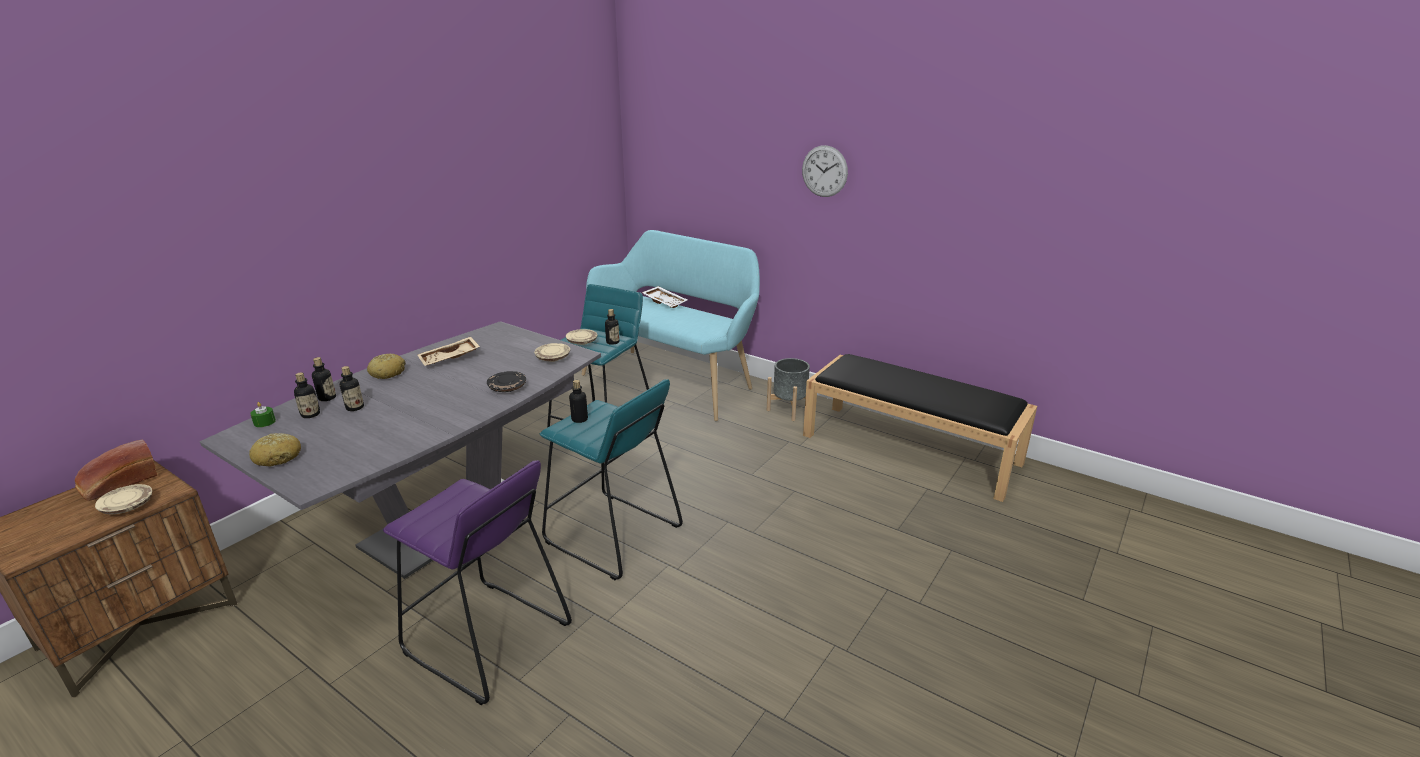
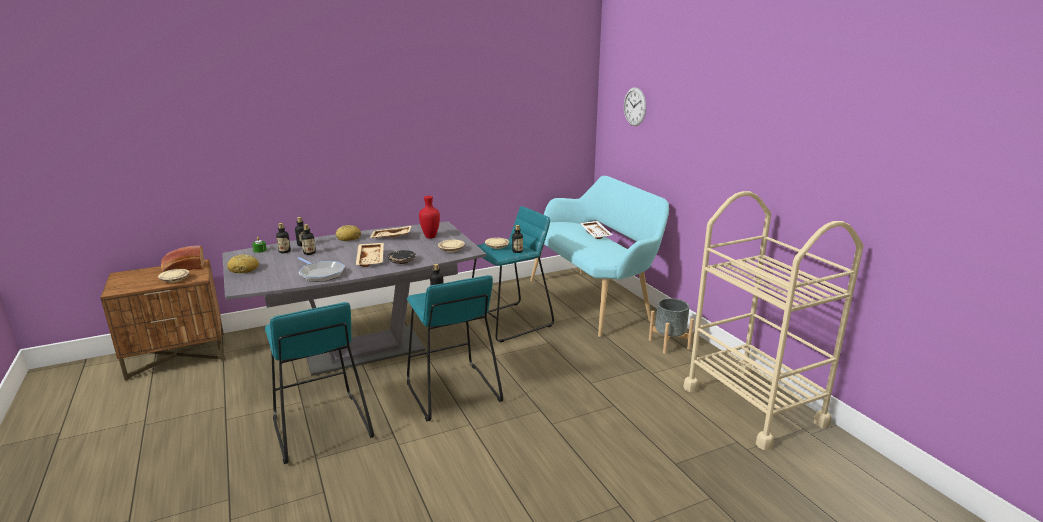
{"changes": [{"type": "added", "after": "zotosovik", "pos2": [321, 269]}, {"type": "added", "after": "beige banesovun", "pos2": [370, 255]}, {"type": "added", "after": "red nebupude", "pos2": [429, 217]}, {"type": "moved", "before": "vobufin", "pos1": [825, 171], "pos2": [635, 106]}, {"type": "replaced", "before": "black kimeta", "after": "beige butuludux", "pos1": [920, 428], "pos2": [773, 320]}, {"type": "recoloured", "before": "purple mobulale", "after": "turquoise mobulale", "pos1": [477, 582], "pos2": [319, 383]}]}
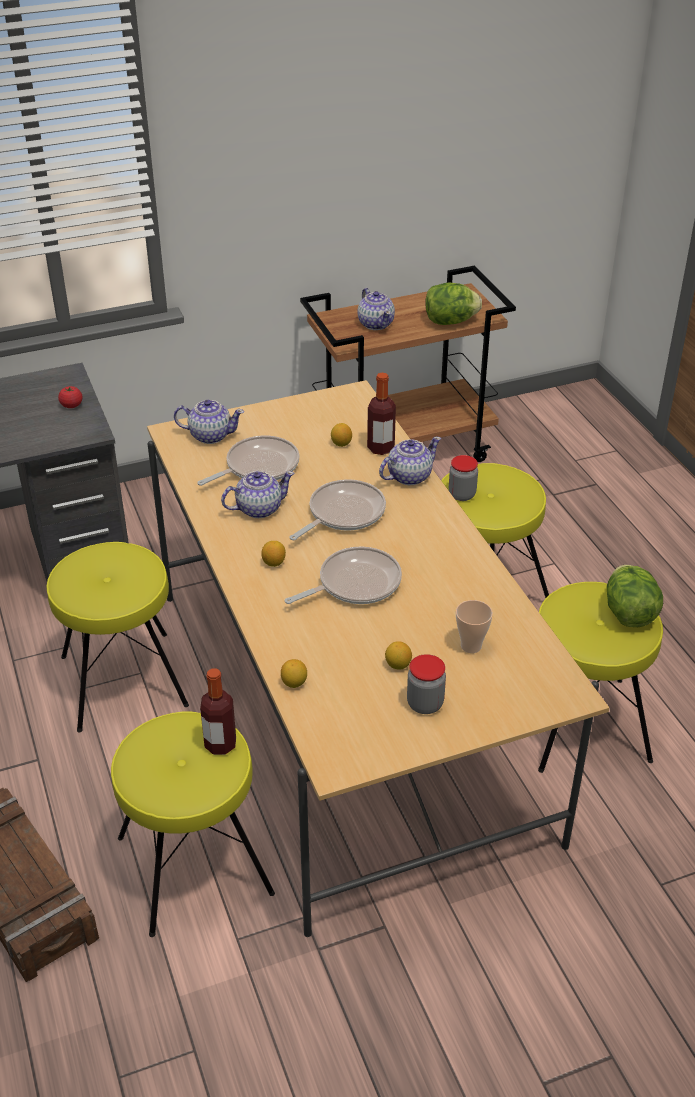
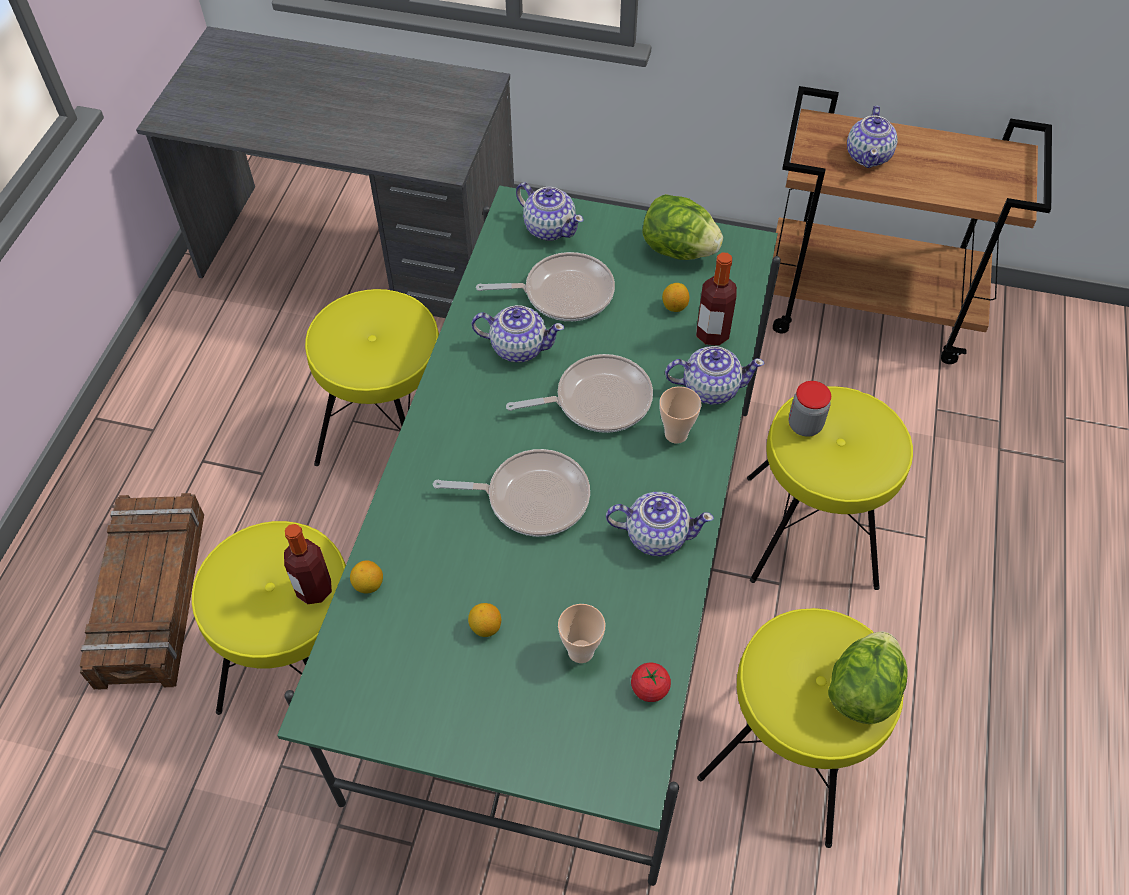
{"changes": [{"type": "removed", "before": "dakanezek", "pos1": [273, 554]}, {"type": "removed", "before": "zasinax", "pos1": [426, 684]}, {"type": "added", "after": "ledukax", "pos2": [660, 524]}, {"type": "added", "after": "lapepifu", "pos2": [680, 415]}, {"type": "moved", "before": "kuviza", "pos1": [70, 397], "pos2": [651, 682]}, {"type": "moved", "before": "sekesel", "pos1": [453, 303], "pos2": [682, 227]}, {"type": "recoloured", "before": "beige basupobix", "after": "green basupobix", "pos1": [378, 658], "pos2": [529, 536]}]}
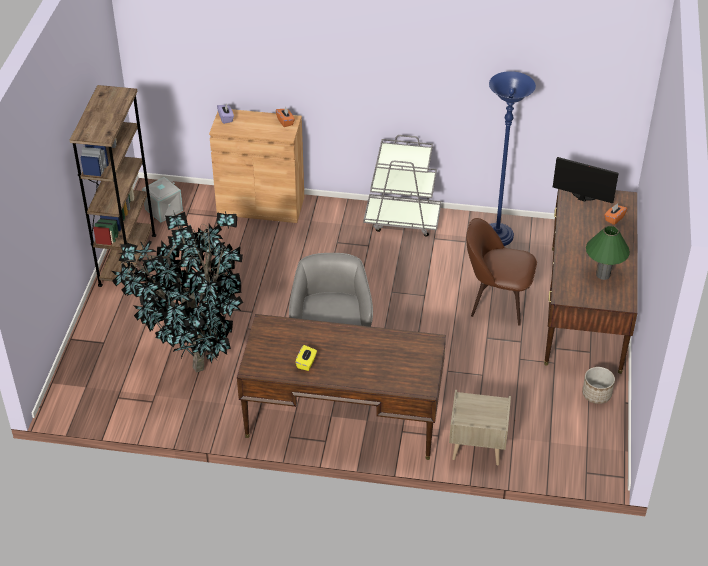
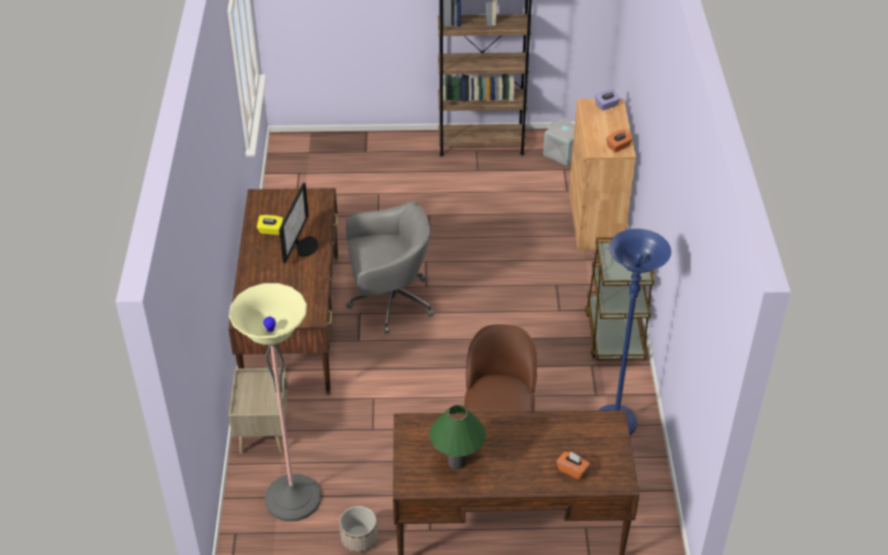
{"changes": [{"type": "removed", "before": "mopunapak", "pos1": [178, 291]}, {"type": "added", "after": "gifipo", "pos2": [275, 402]}, {"type": "moved", "before": "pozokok", "pos1": [586, 180], "pos2": [298, 223]}, {"type": "recoloured", "before": "grey butuludux", "after": "brown butuludux", "pos1": [402, 186], "pos2": [620, 298]}]}
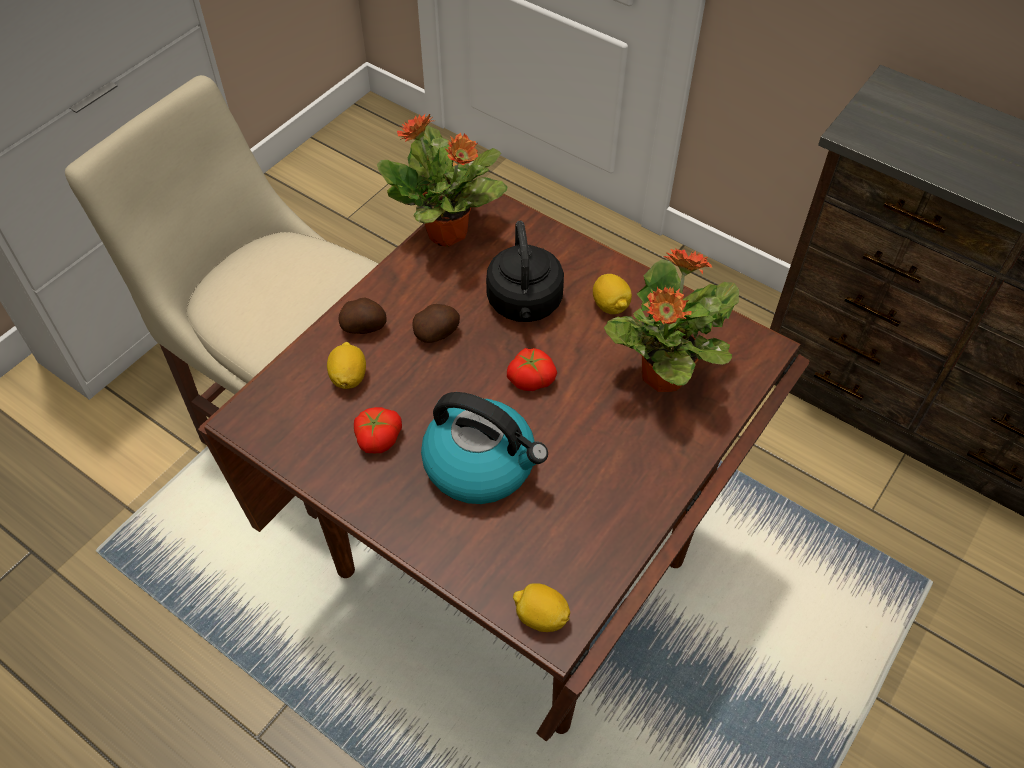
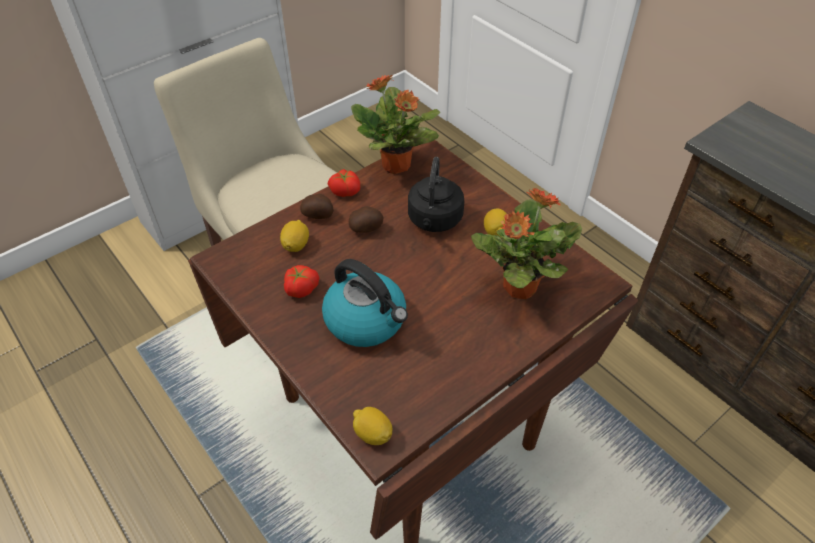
{"changes": [{"type": "moved", "before": "kuviza", "pos1": [532, 369], "pos2": [344, 183]}]}
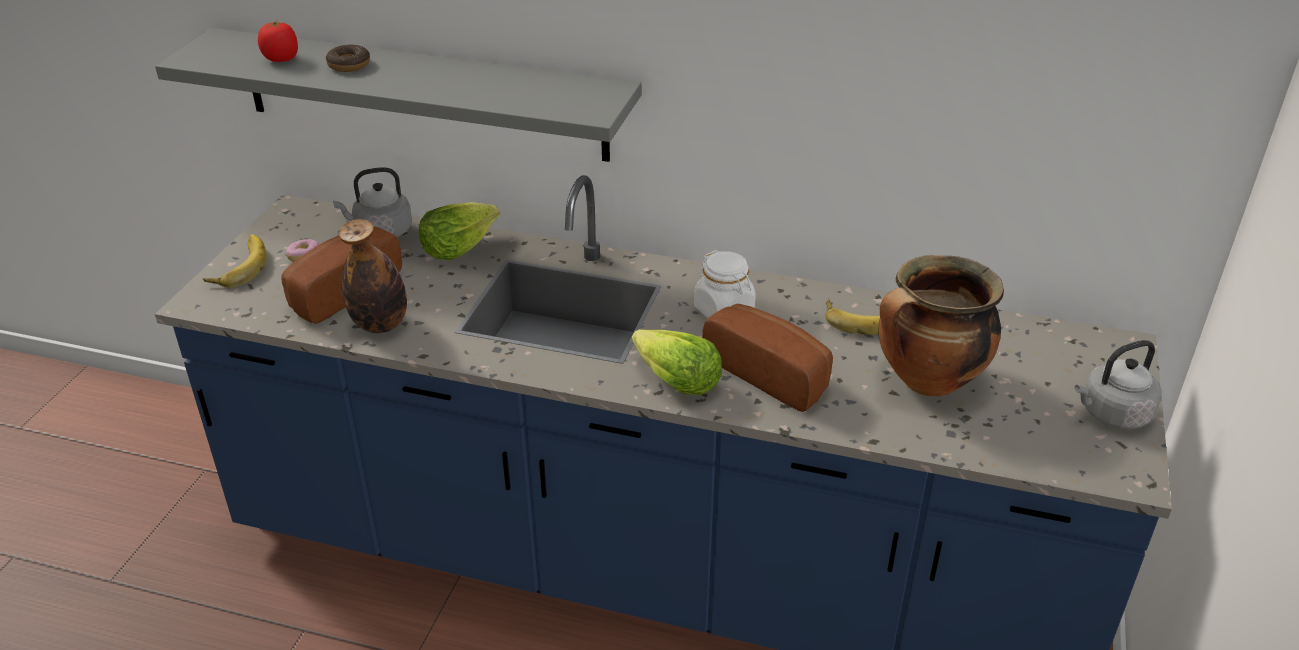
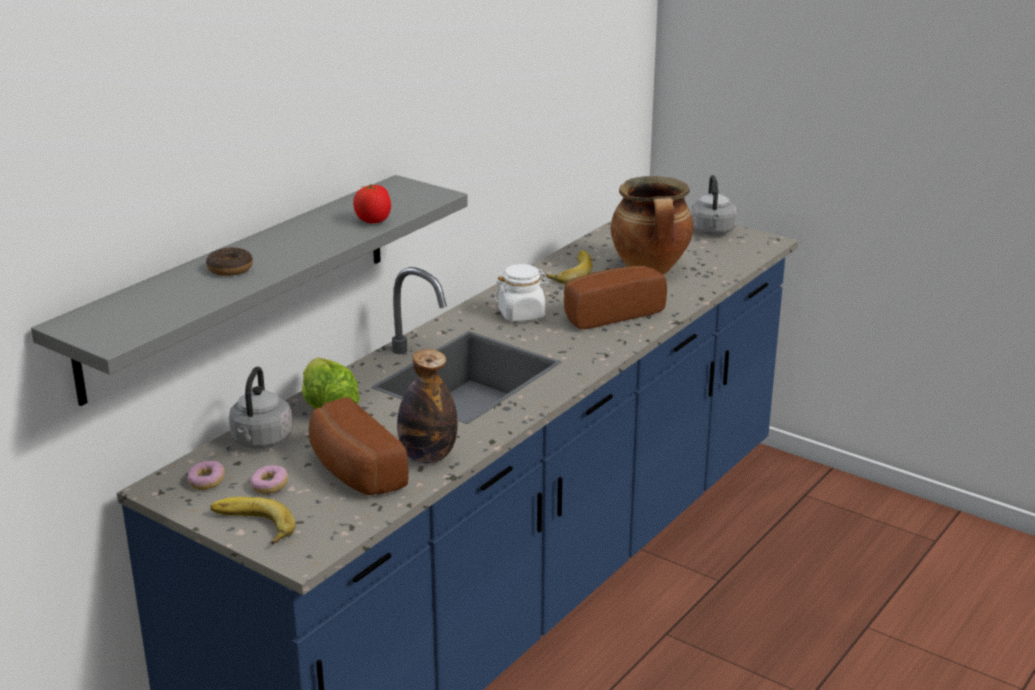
{"changes": [{"type": "removed", "before": "sekesel", "pos1": [677, 362]}, {"type": "added", "after": "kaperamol", "pos2": [206, 475]}, {"type": "moved", "before": "kuviza", "pos1": [278, 41], "pos2": [372, 203]}]}
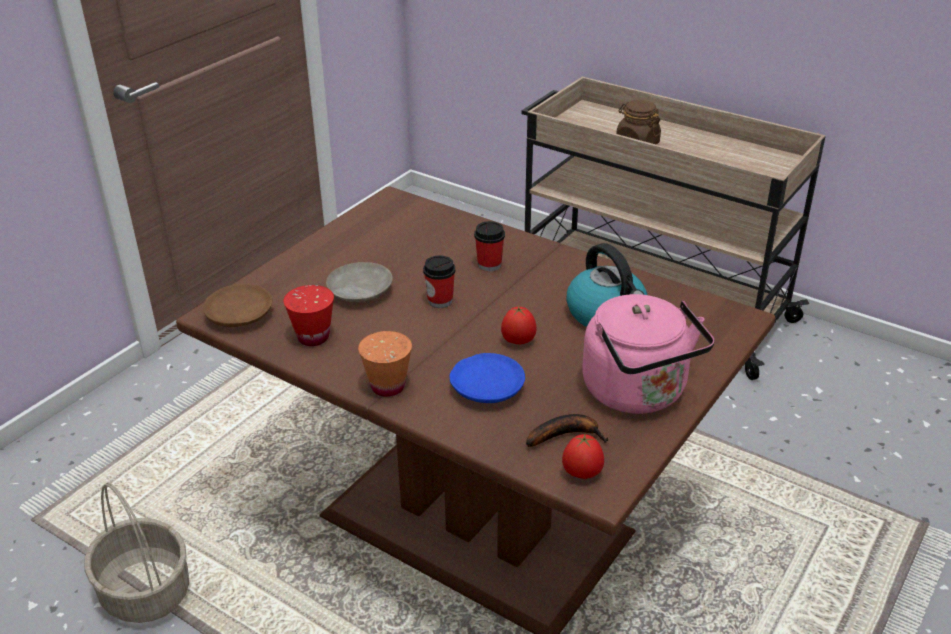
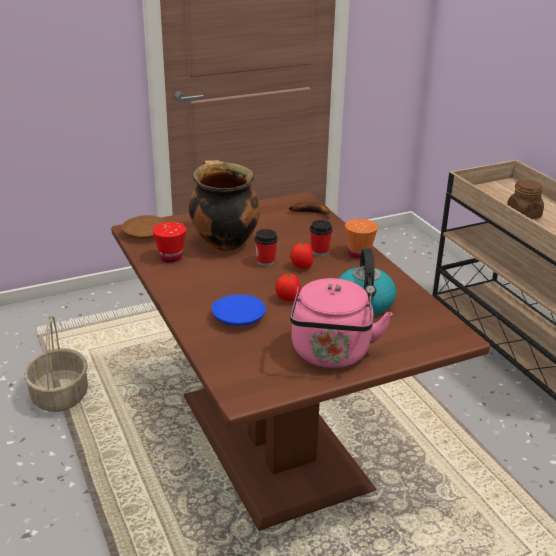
{"changes": [{"type": "moved", "before": "orange lapepifu", "pos1": [385, 364], "pos2": [361, 239]}, {"type": "moved", "before": "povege", "pos1": [567, 430], "pos2": [309, 210]}, {"type": "moved", "before": "kuviza", "pos1": [583, 456], "pos2": [301, 256]}, {"type": "replaced", "before": "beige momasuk", "after": "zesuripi", "pos1": [359, 282], "pos2": [224, 206]}]}
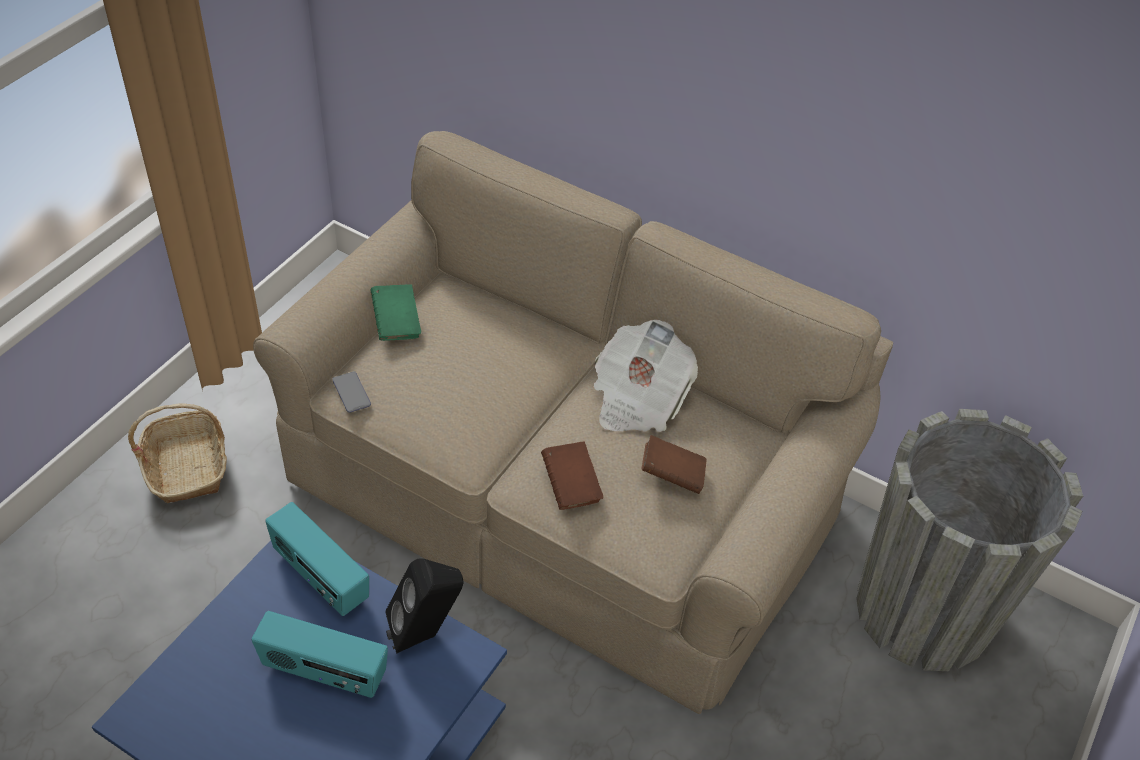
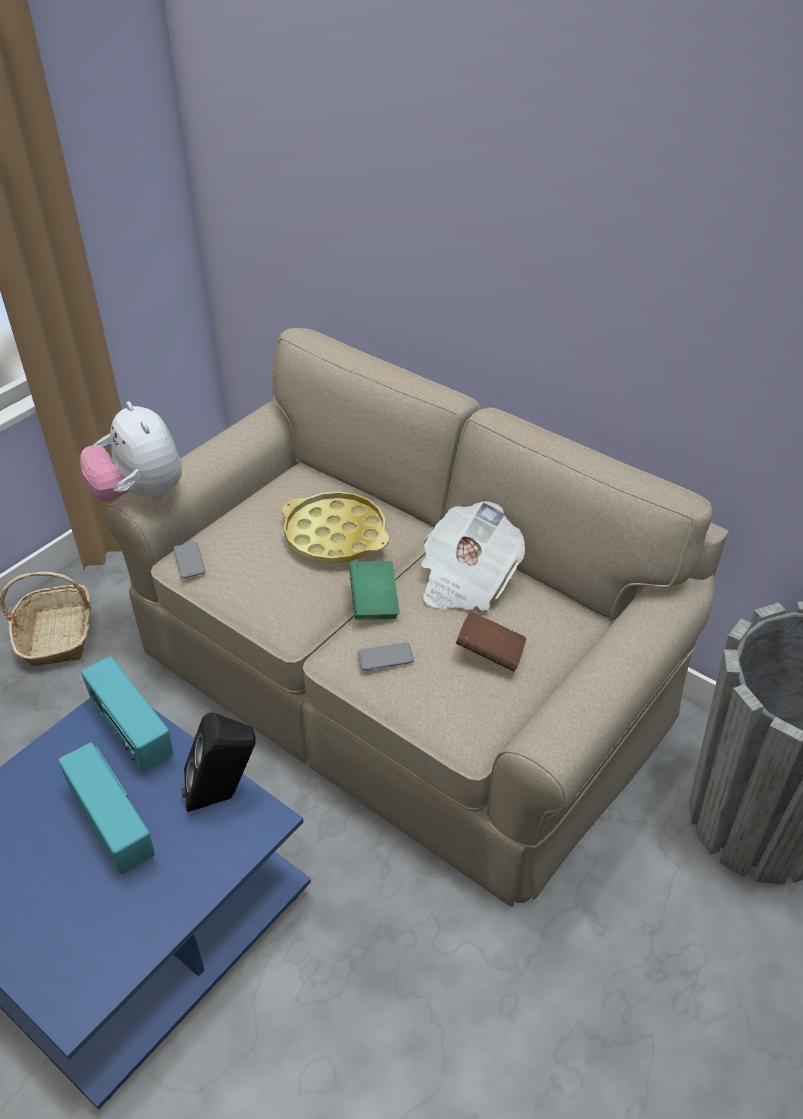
{"changes": [{"type": "added", "after": "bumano", "pos2": [131, 451]}, {"type": "added", "after": "yellow banesovun", "pos2": [335, 527]}, {"type": "moved", "before": "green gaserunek", "pos1": [395, 312], "pos2": [374, 590]}, {"type": "replaced", "before": "brown gaserunek", "after": "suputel", "pos1": [572, 476], "pos2": [385, 656]}, {"type": "turned", "before": "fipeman", "pos1": [320, 654], "pos2": [107, 808], "turn": -150}]}
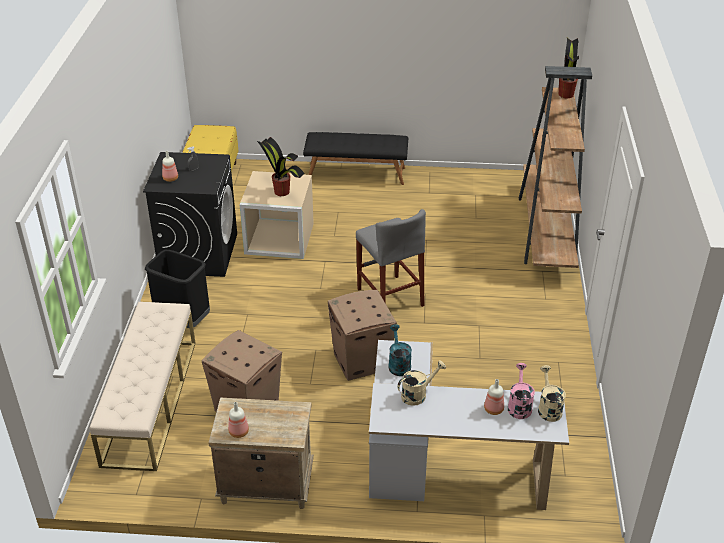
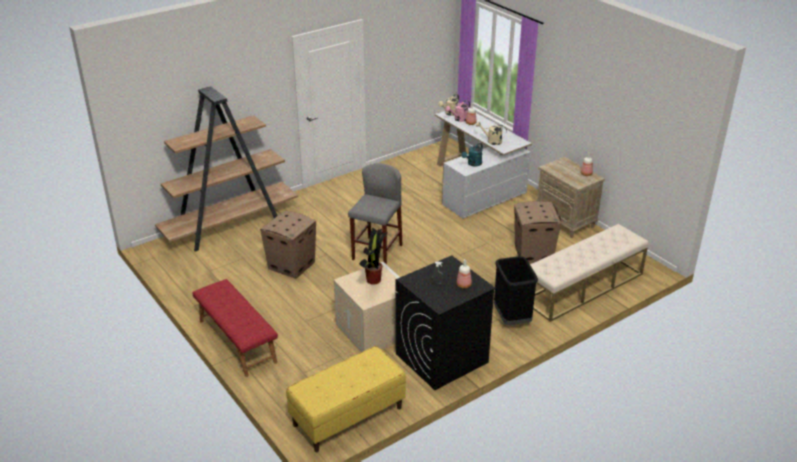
{"changes": [{"type": "removed", "before": "mopunapak", "pos1": [569, 68]}, {"type": "moved", "before": "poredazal", "pos1": [362, 335], "pos2": [288, 245]}, {"type": "recoloured", "before": "black kimeta", "after": "red kimeta", "pos1": [355, 158], "pos2": [235, 328]}]}
